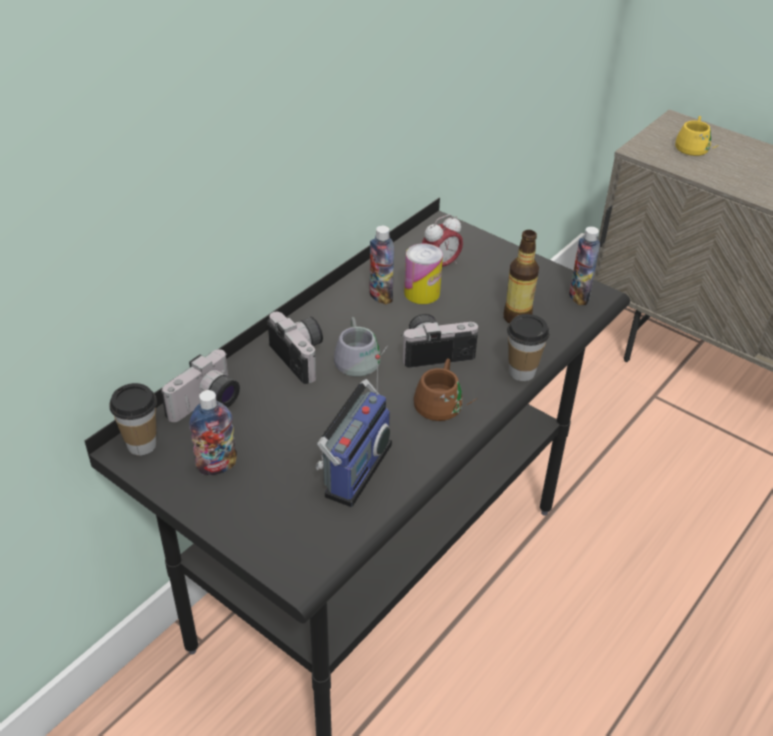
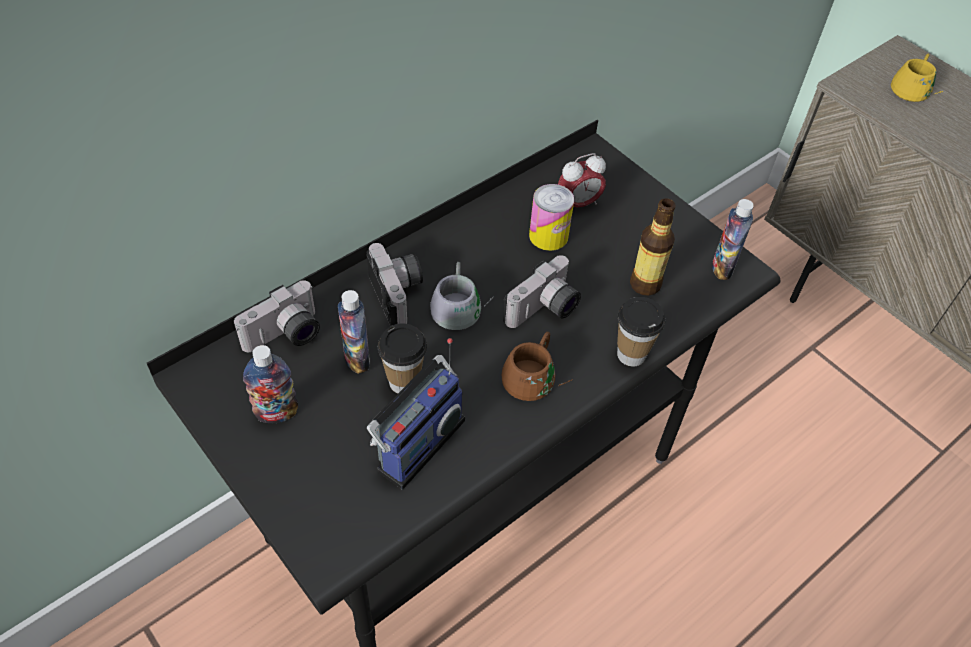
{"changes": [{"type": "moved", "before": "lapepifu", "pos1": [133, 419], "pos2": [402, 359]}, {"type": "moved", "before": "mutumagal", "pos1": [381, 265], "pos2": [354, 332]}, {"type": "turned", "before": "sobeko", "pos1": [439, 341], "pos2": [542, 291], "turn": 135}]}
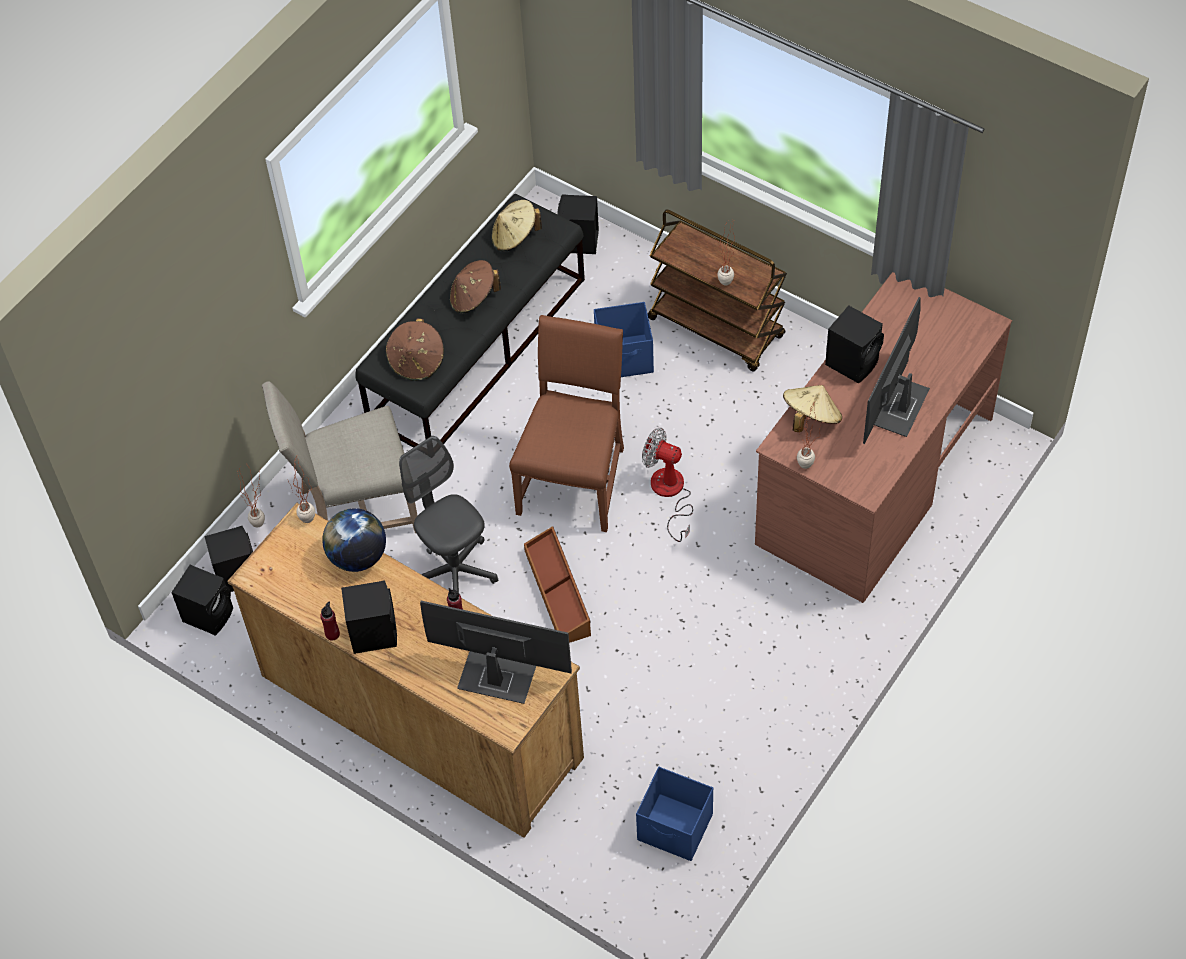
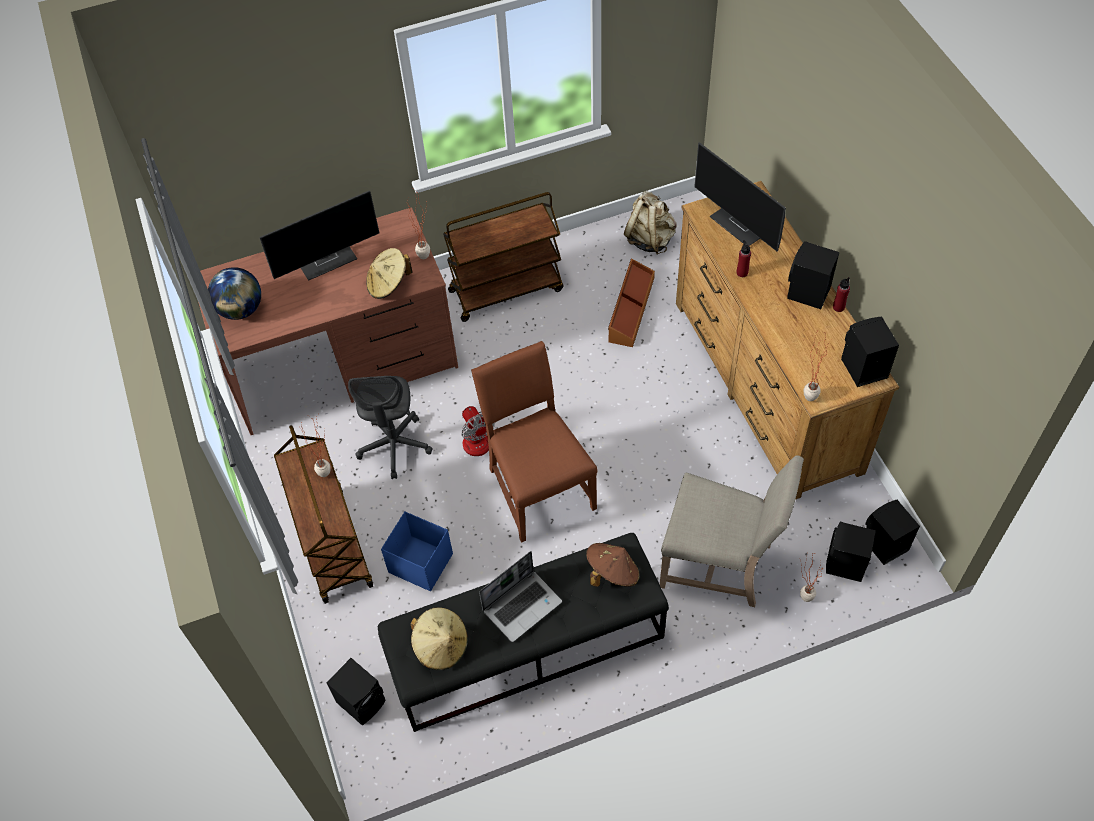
{"changes": [{"type": "added", "after": "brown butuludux", "pos2": [503, 257]}, {"type": "moved", "before": "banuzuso", "pos1": [354, 540], "pos2": [234, 293]}, {"type": "moved", "before": "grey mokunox", "pos1": [448, 514], "pos2": [390, 427]}, {"type": "moved", "before": "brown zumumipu", "pos1": [557, 584], "pos2": [631, 302]}, {"type": "moved", "before": "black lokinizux", "pos1": [854, 344], "pos2": [870, 352]}, {"type": "replaced", "before": "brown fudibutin", "after": "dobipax", "pos1": [475, 286], "pos2": [520, 596]}, {"type": "replaced", "before": "blue zumumipu", "after": "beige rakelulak", "pos1": [674, 814], "pos2": [650, 223]}, {"type": "turned", "before": "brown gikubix", "pos1": [566, 423], "pos2": [534, 442], "turn": 105}]}
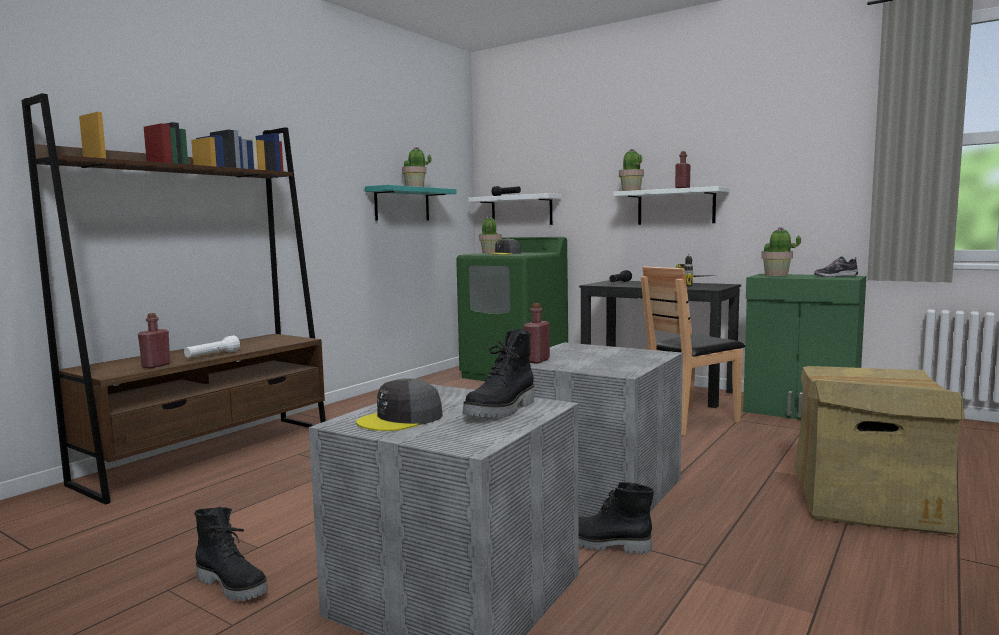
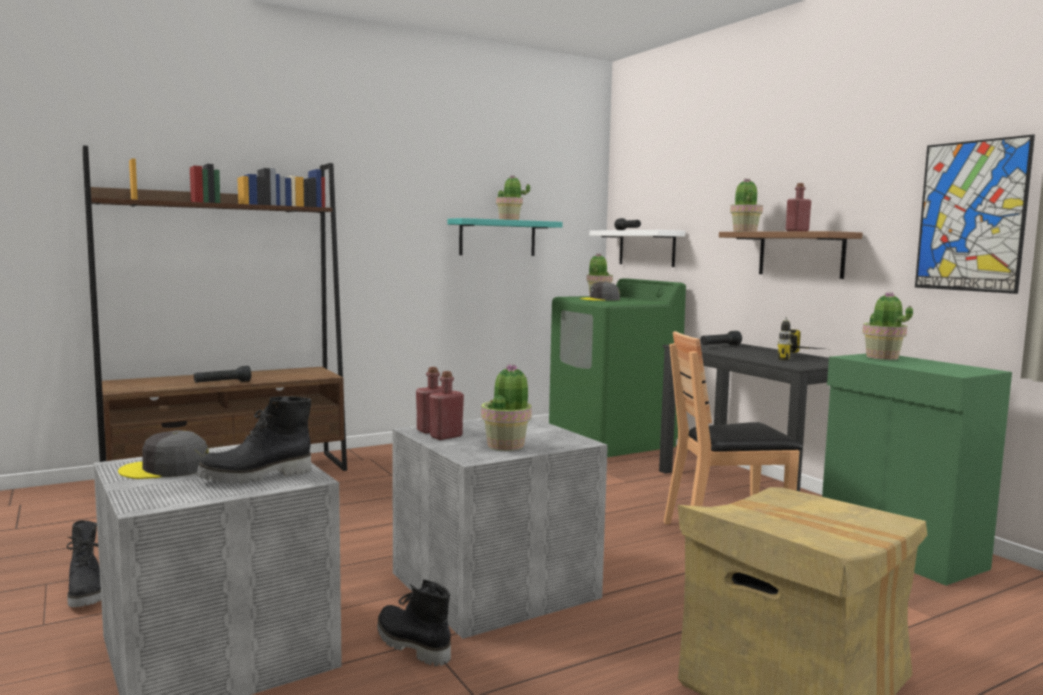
{"changes": [{"type": "removed", "before": "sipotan", "pos1": [836, 266]}, {"type": "added", "after": "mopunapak", "pos2": [506, 407]}, {"type": "added", "after": "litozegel", "pos2": [975, 214]}, {"type": "moved", "before": "red mutumagal", "pos1": [154, 340], "pos2": [446, 405]}, {"type": "recoloured", "before": "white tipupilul", "after": "black tipupilul", "pos1": [212, 346], "pos2": [222, 374]}, {"type": "recoloured", "before": "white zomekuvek", "after": "brown zomekuvek", "pos1": [671, 205], "pos2": [791, 255]}]}
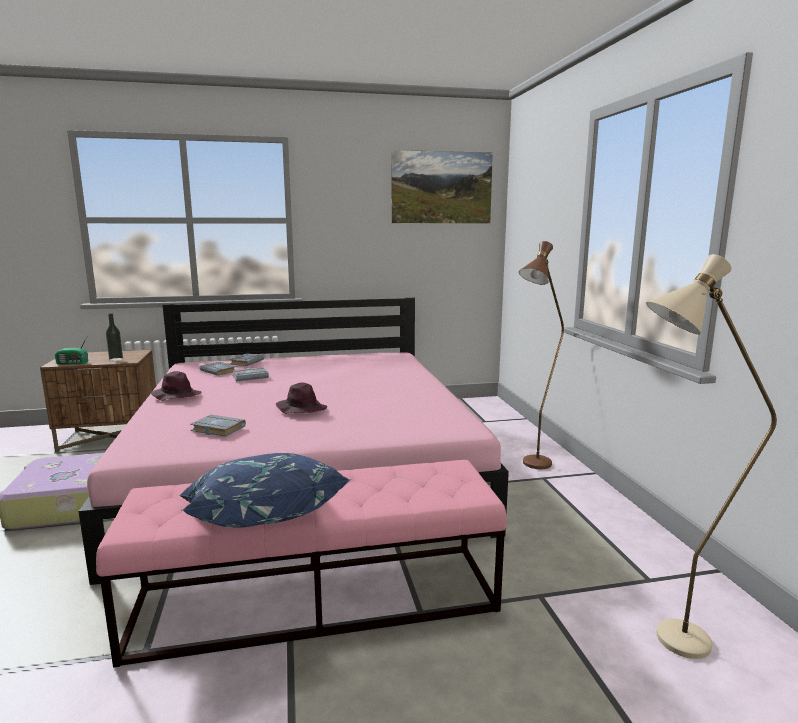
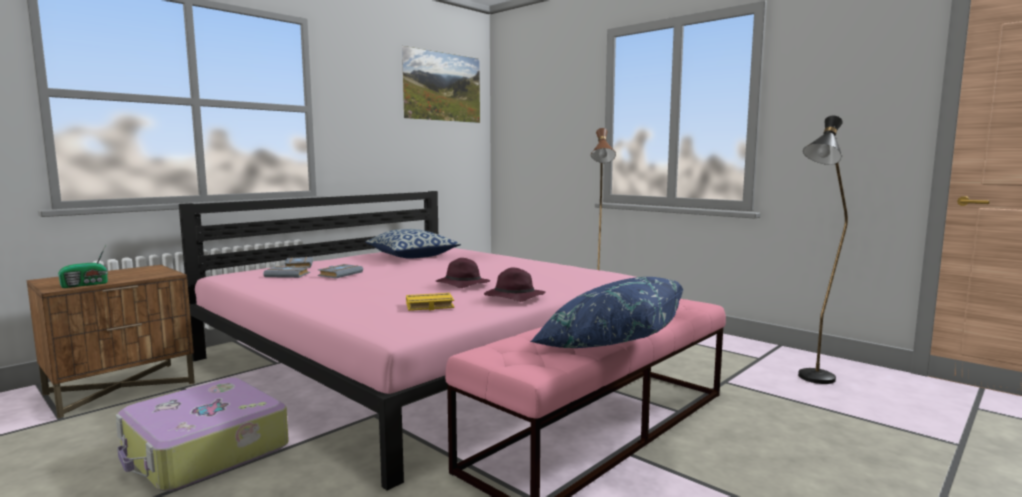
{"changes": [{"type": "removed", "before": "mutumagal", "pos1": [114, 337]}, {"type": "added", "after": "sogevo", "pos2": [413, 244]}, {"type": "moved", "before": "purple fudibutin", "pos1": [176, 386], "pos2": [514, 285]}, {"type": "recoloured", "before": "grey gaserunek", "after": "yellow gaserunek", "pos1": [218, 426], "pos2": [430, 302]}, {"type": "recoloured", "before": "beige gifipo", "after": "black gifipo", "pos1": [711, 456], "pos2": [823, 250]}]}
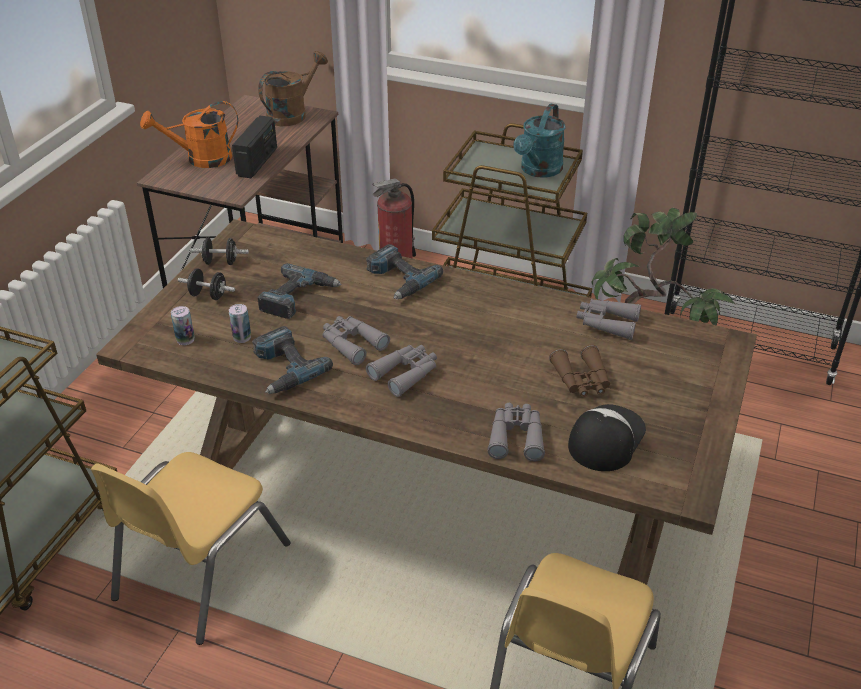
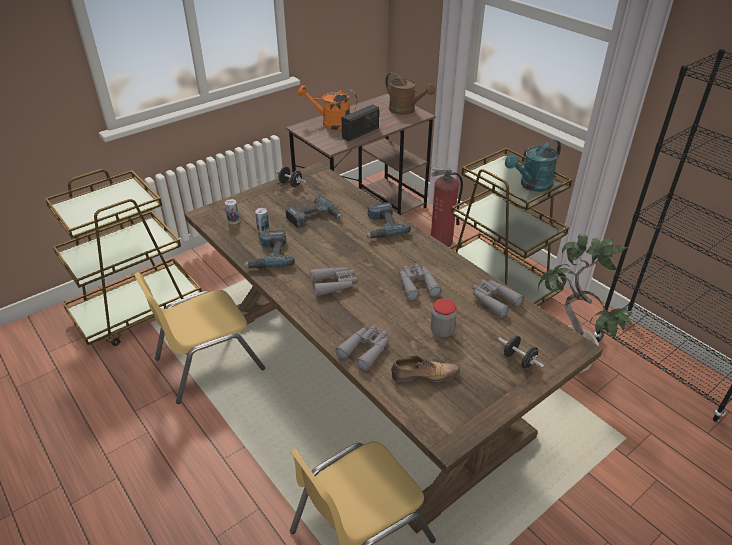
{"changes": [{"type": "moved", "before": "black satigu", "pos1": [206, 284], "pos2": [521, 352]}, {"type": "moved", "before": "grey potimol", "pos1": [356, 340], "pos2": [420, 282]}, {"type": "replaced", "before": "brown potimol", "after": "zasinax", "pos1": [579, 371], "pos2": [444, 318]}, {"type": "replaced", "before": "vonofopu", "after": "sipotan", "pos1": [607, 437], "pos2": [425, 369]}, {"type": "turned", "before": "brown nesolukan", "pos1": [293, 88], "pos2": [410, 93], "turn": 60}]}
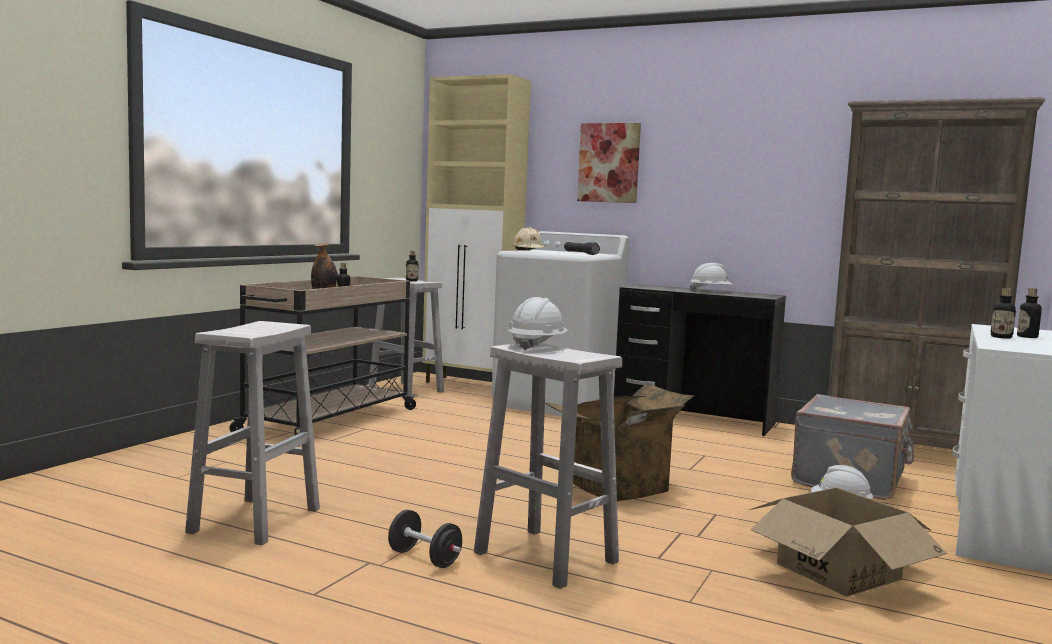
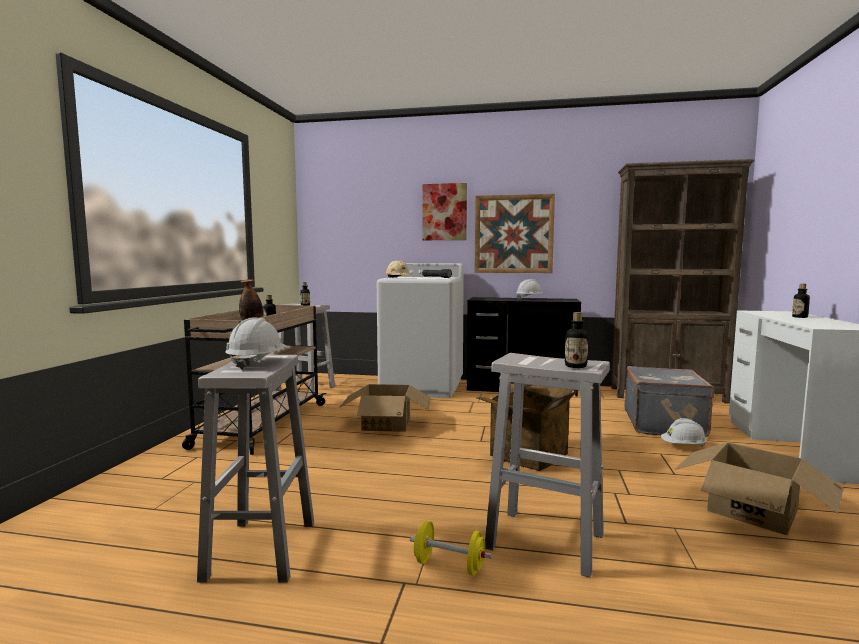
{"changes": [{"type": "removed", "before": "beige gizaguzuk", "pos1": [476, 228]}, {"type": "added", "after": "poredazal", "pos2": [385, 408]}, {"type": "added", "after": "litozegel", "pos2": [515, 233]}, {"type": "moved", "before": "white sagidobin", "pos1": [538, 324], "pos2": [255, 344]}, {"type": "moved", "before": "mutumagal", "pos1": [1003, 313], "pos2": [577, 340]}, {"type": "recoloured", "before": "black satigu", "after": "yellow satigu", "pos1": [425, 539], "pos2": [451, 548]}]}
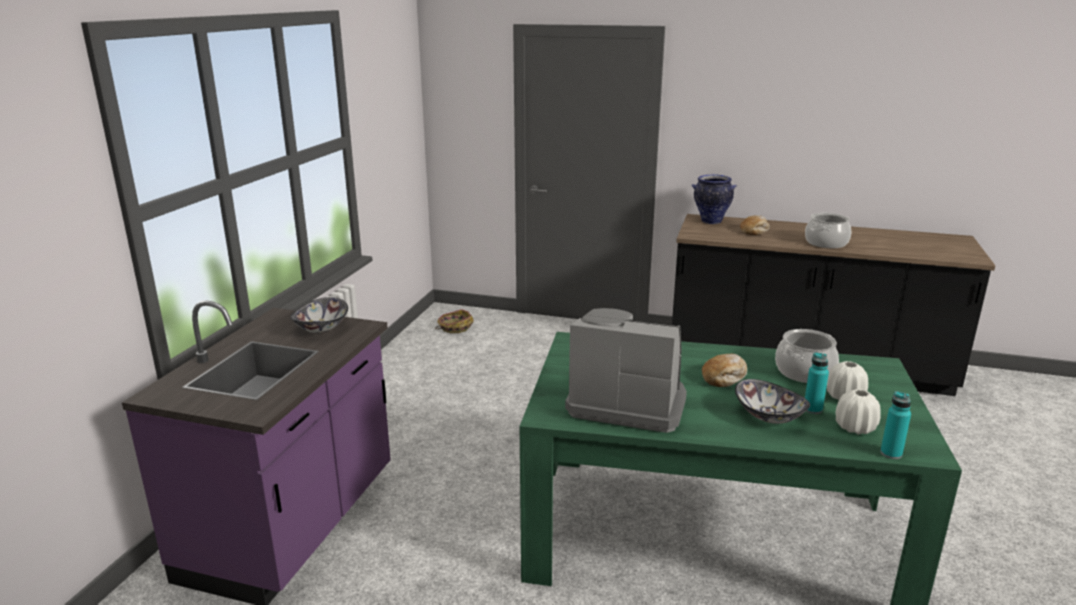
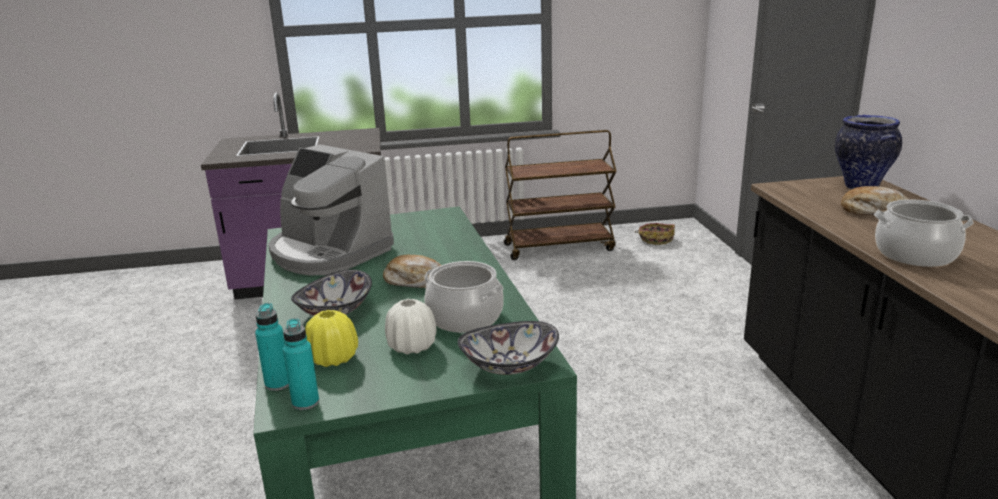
{"changes": [{"type": "added", "after": "brown butuludux", "pos2": [560, 195]}, {"type": "moved", "before": "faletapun", "pos1": [319, 315], "pos2": [508, 348]}, {"type": "moved", "before": "turquoise mutumagal", "pos1": [817, 383], "pos2": [301, 364]}, {"type": "recoloured", "before": "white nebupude", "after": "yellow nebupude", "pos1": [858, 412], "pos2": [331, 338]}, {"type": "turned", "before": "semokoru", "pos1": [626, 370], "pos2": [331, 209], "turn": 135}]}
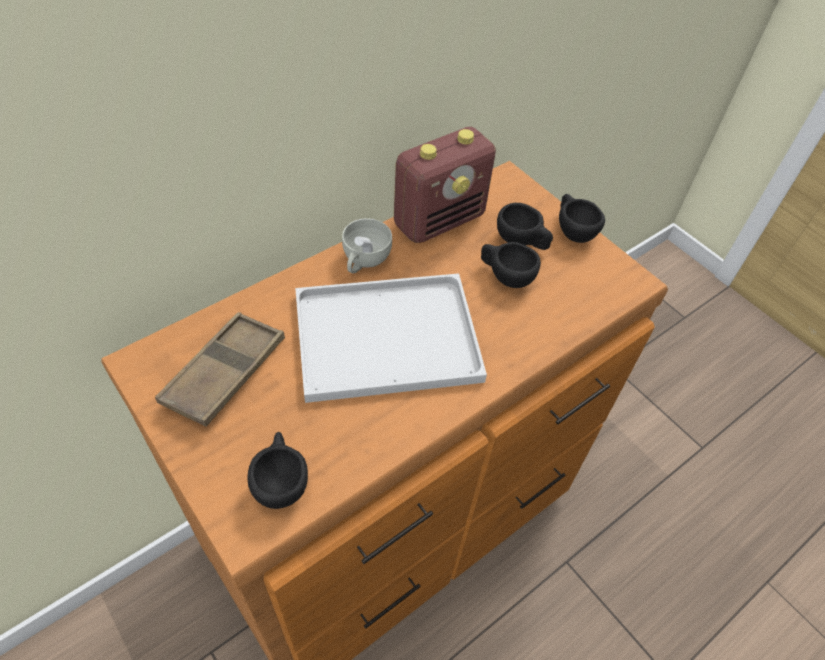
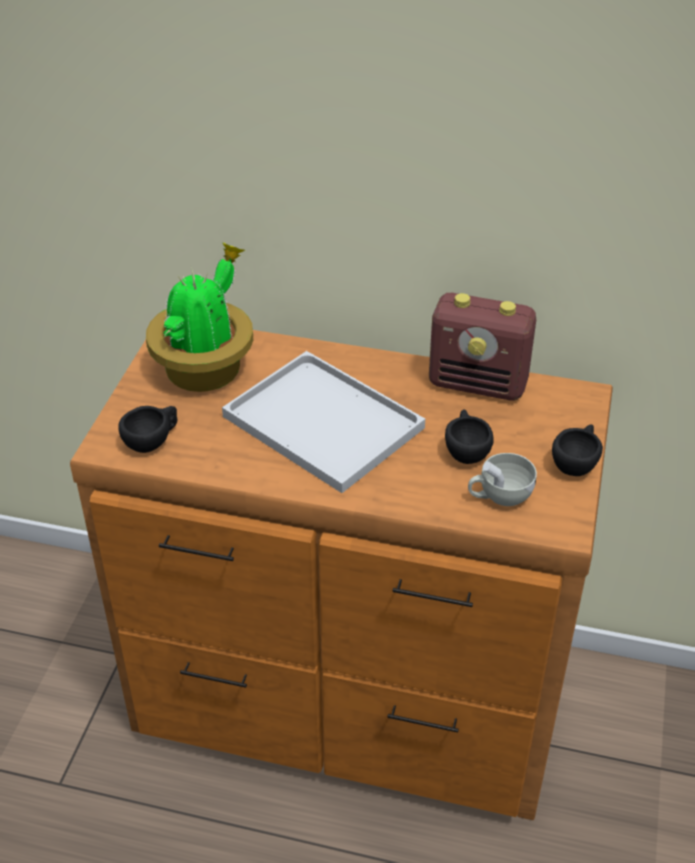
{"changes": [{"type": "removed", "before": "black lapepifu", "pos1": [525, 226]}, {"type": "moved", "before": "white lapepifu", "pos1": [367, 245], "pos2": [502, 479]}, {"type": "replaced", "before": "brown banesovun", "after": "mopunapak", "pos1": [220, 369], "pos2": [199, 317]}]}
